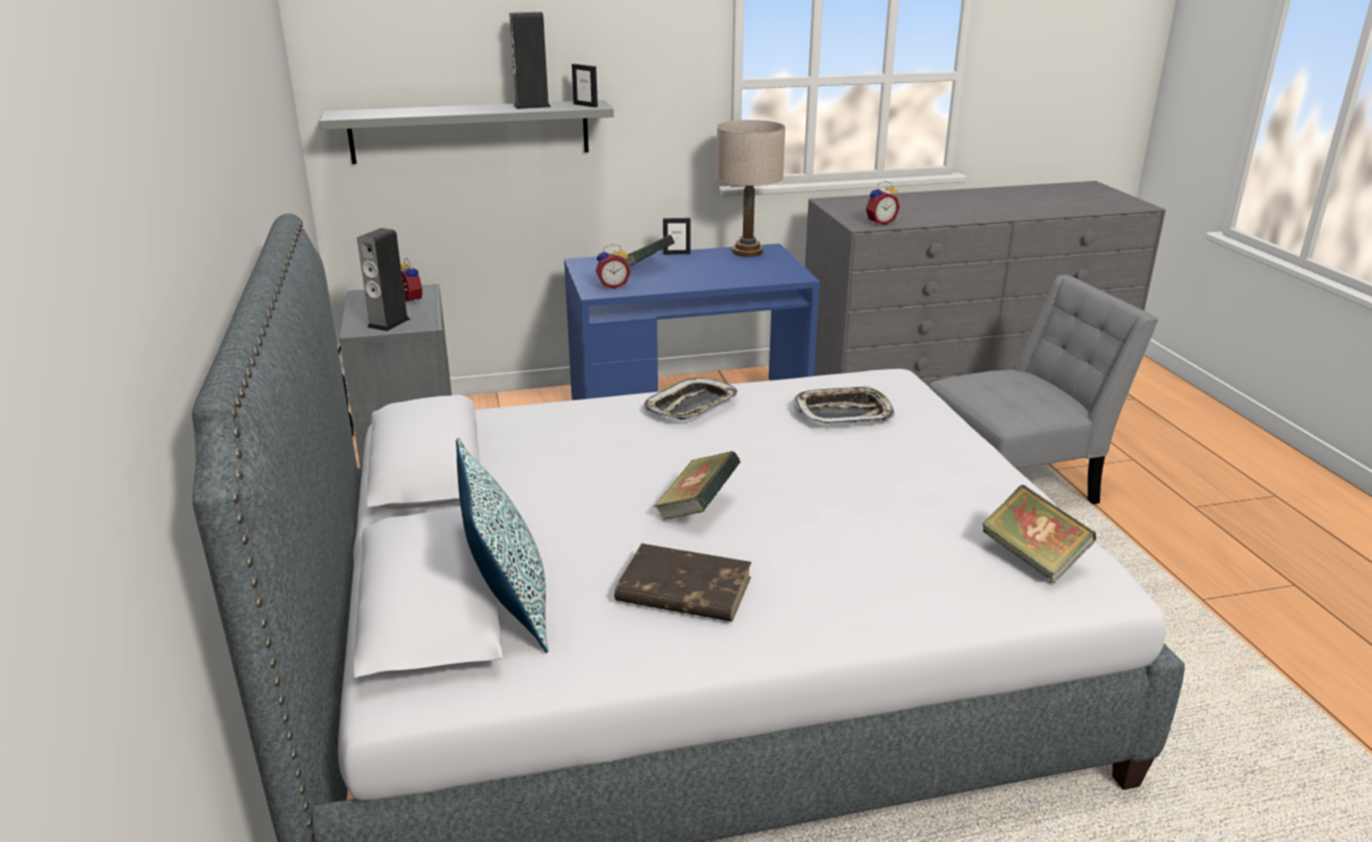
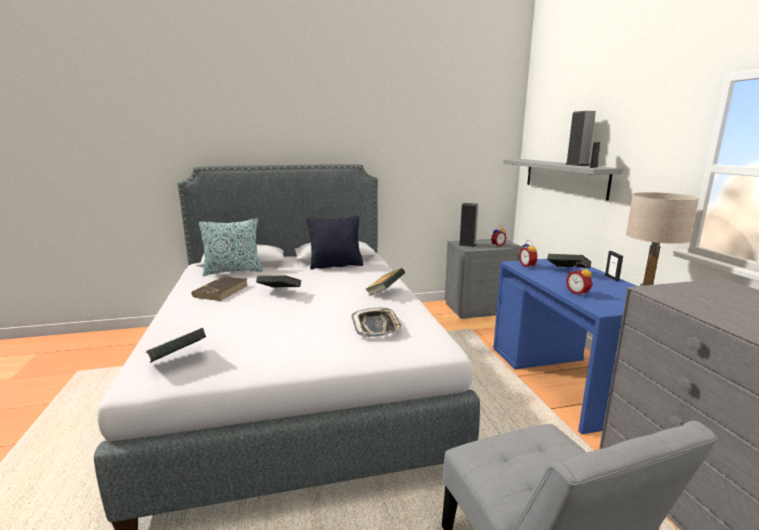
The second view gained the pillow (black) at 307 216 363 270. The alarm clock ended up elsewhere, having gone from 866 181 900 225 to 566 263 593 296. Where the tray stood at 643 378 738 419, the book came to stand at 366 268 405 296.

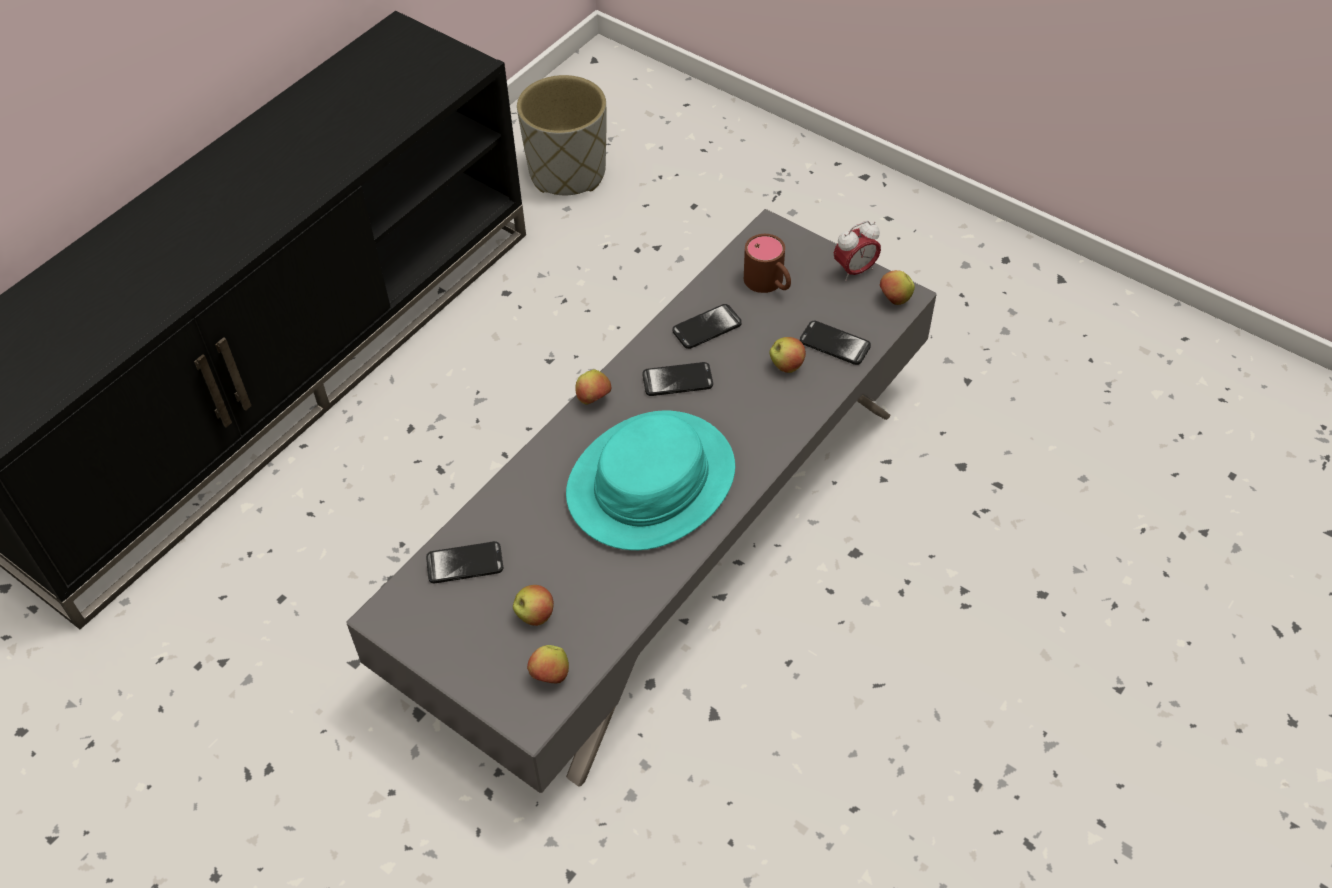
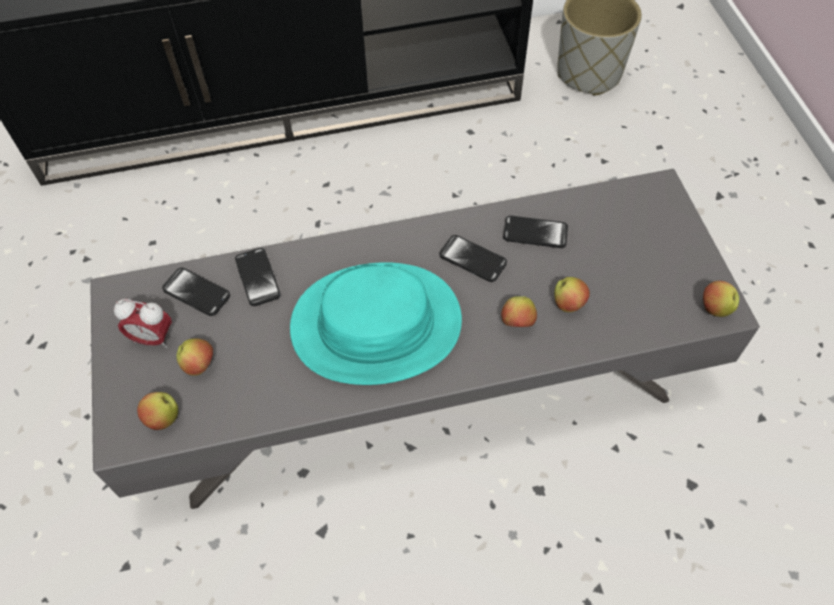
The second view lost the mug (brown) at 744 234 791 293. The apple ended up elsewhere, having gone from 575 369 611 405 to 501 296 537 327. The phone ended up elsewhere, having gone from 800 321 871 365 to 235 248 281 306. The alarm clock ended up elsewhere, having gone from 834 221 881 281 to 114 299 172 348.

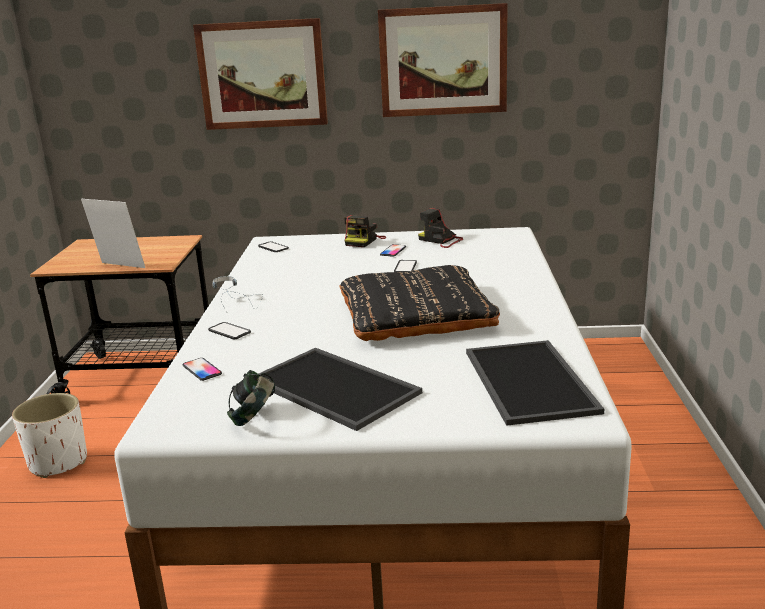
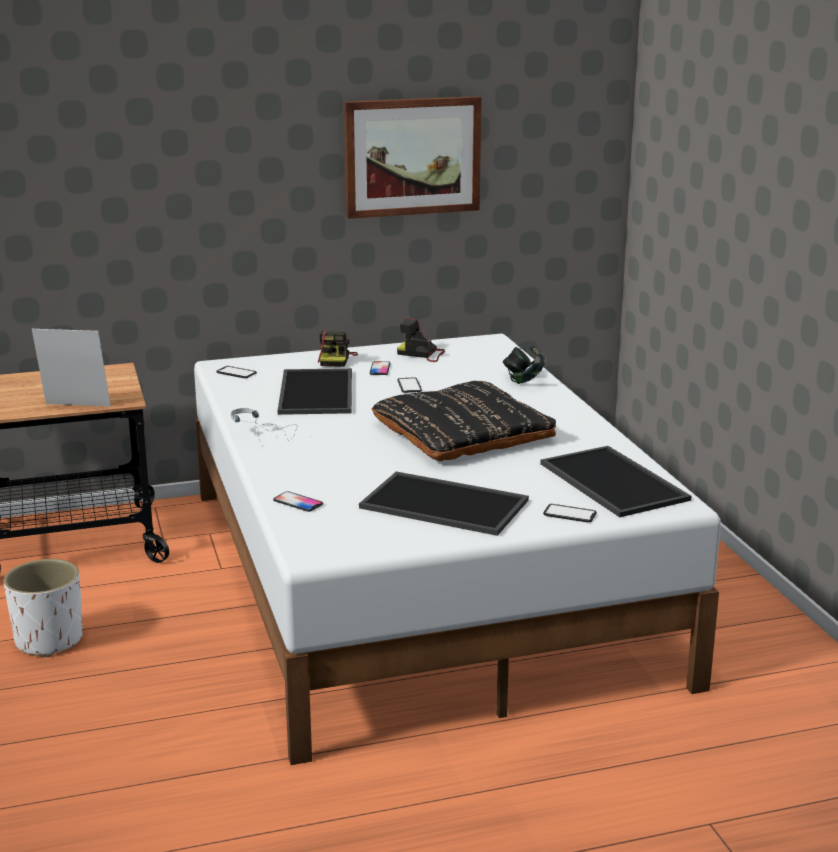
The second view lost the picture at 193 18 328 130. The second view gained the tray at 278 368 352 415. The phone ended up elsewhere, having gone from 208 322 251 339 to 543 504 597 522. The headphones ended up elsewhere, having gone from 227 370 275 426 to 503 346 546 384.

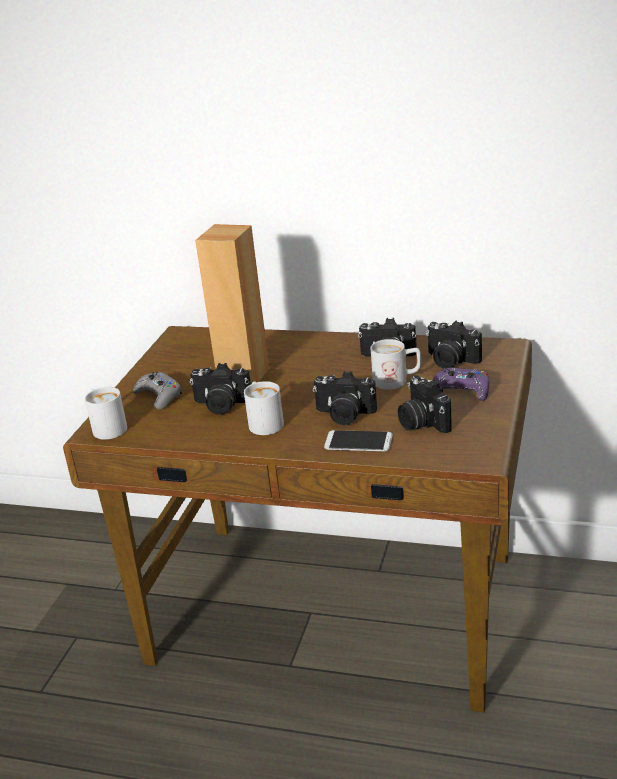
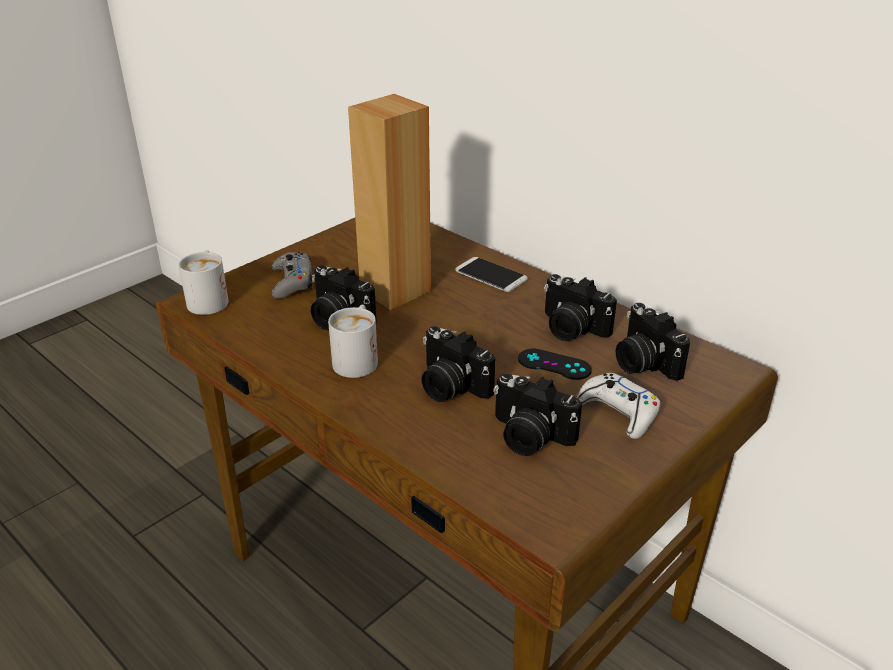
The phone ended up elsewhere, having gone from 324 430 393 451 to 455 257 528 292. Where the mug (white) stood at 371 339 421 390, the game controller (black) came to stand at 518 349 592 380. What was the game controller (purple) at 433 368 489 401 turned into the game controller (white) at 576 373 660 439. The photo camera at 398 375 452 433 ended up facing another way, 60 degrees counterclockwise from before.

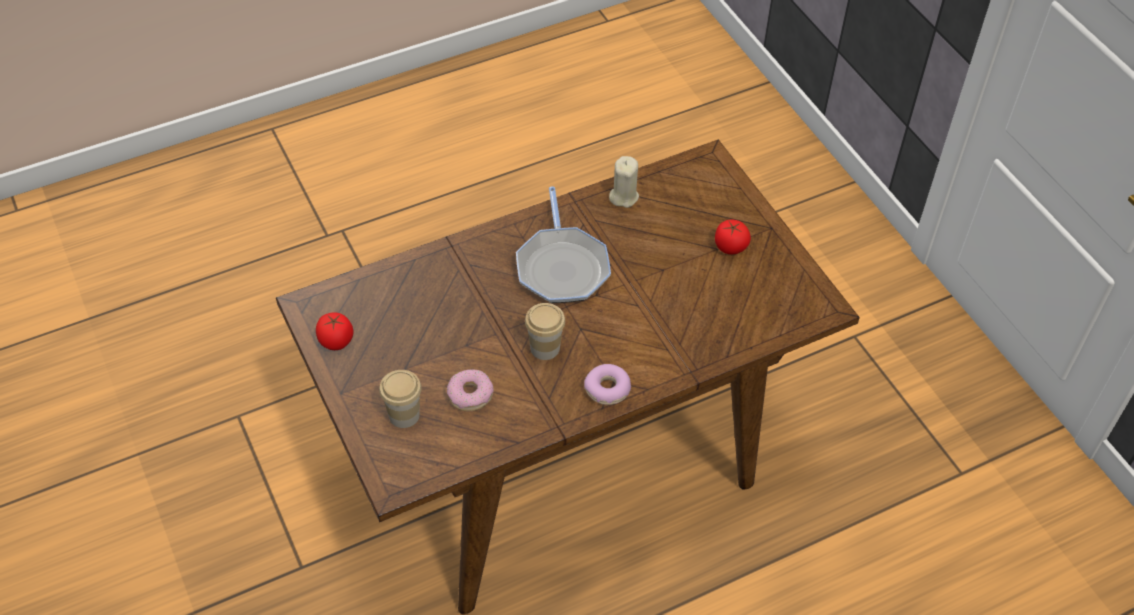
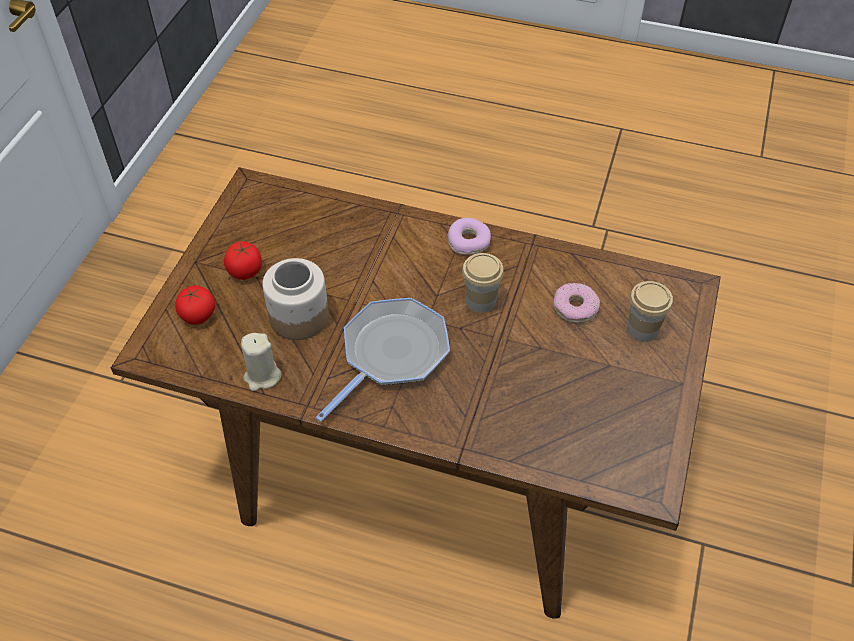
The second view gained the jar at 262 258 329 340. The tomato ended up elsewhere, having gone from 316 313 353 350 to 175 286 215 325.

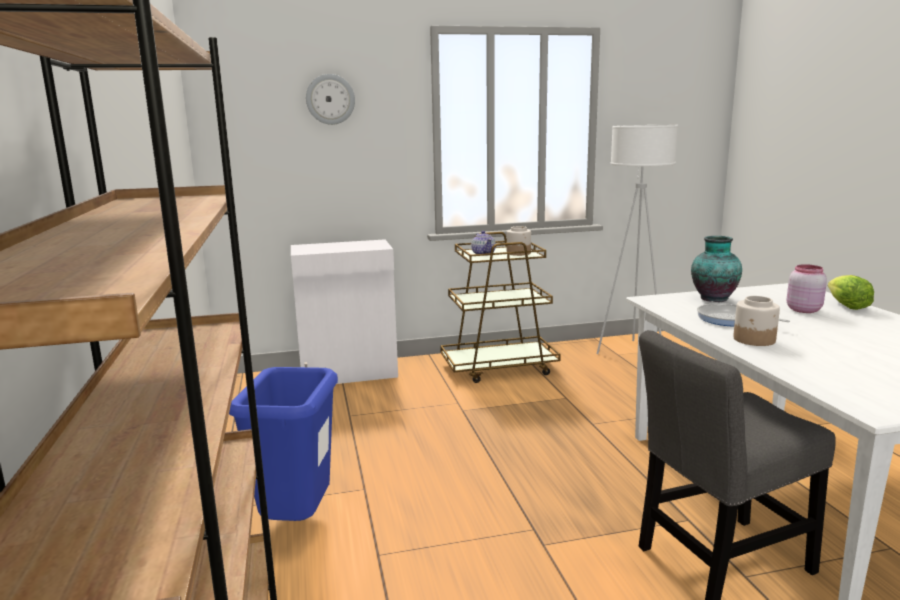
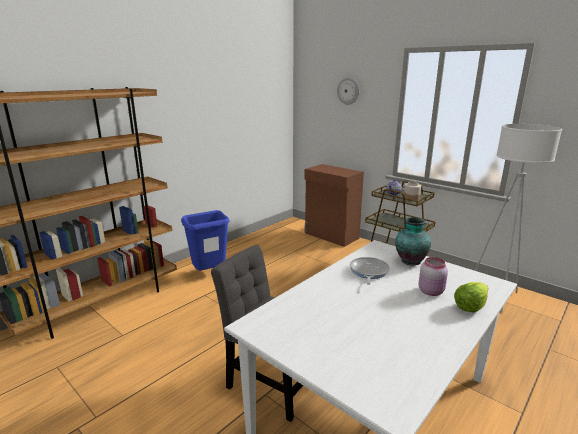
The second view lost the jar at 733 296 780 346. What was the cabinet (white) at 291 239 398 384 turned into the cabinet (brown) at 304 164 364 247.

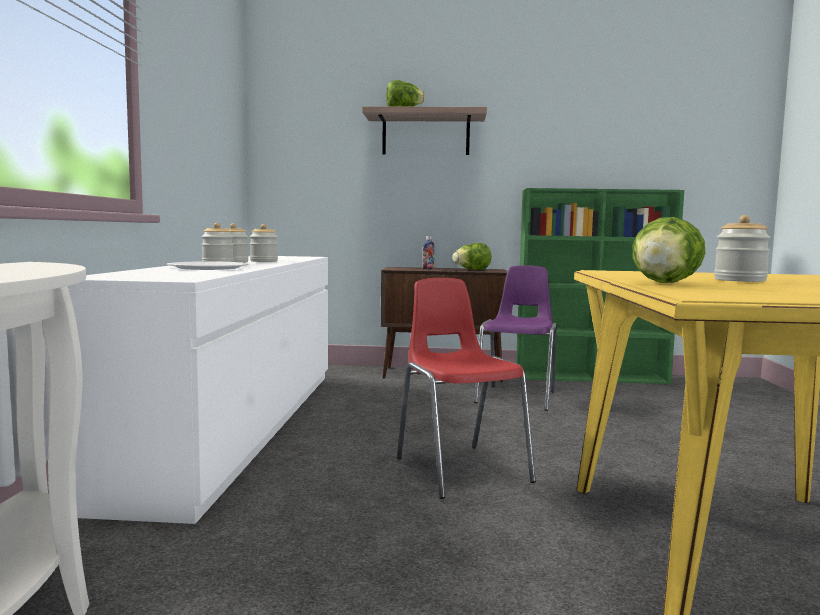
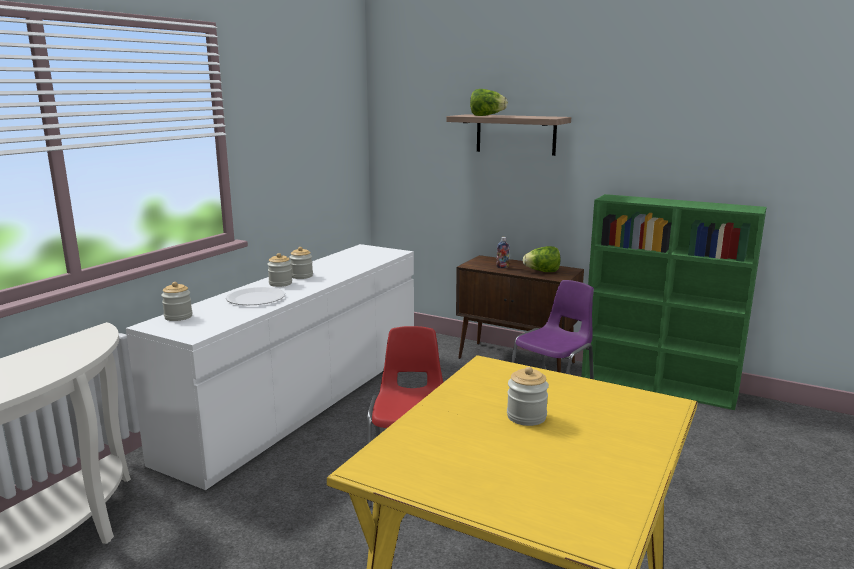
The second view lost the lettuce at 632 217 705 283. The jar ended up elsewhere, having gone from 250 224 278 262 to 161 282 193 321.

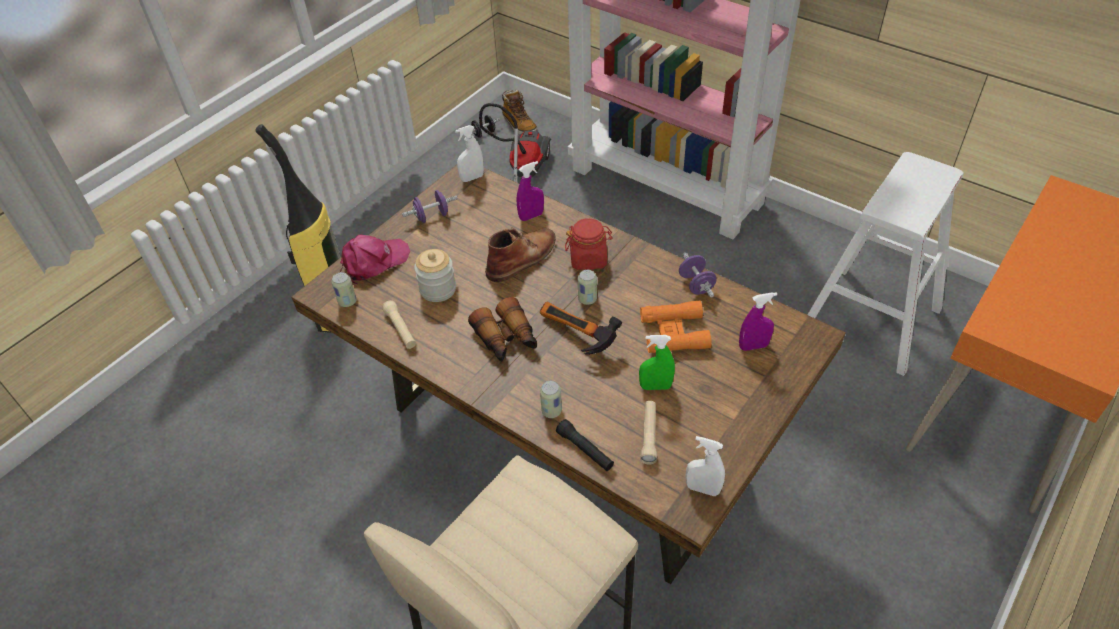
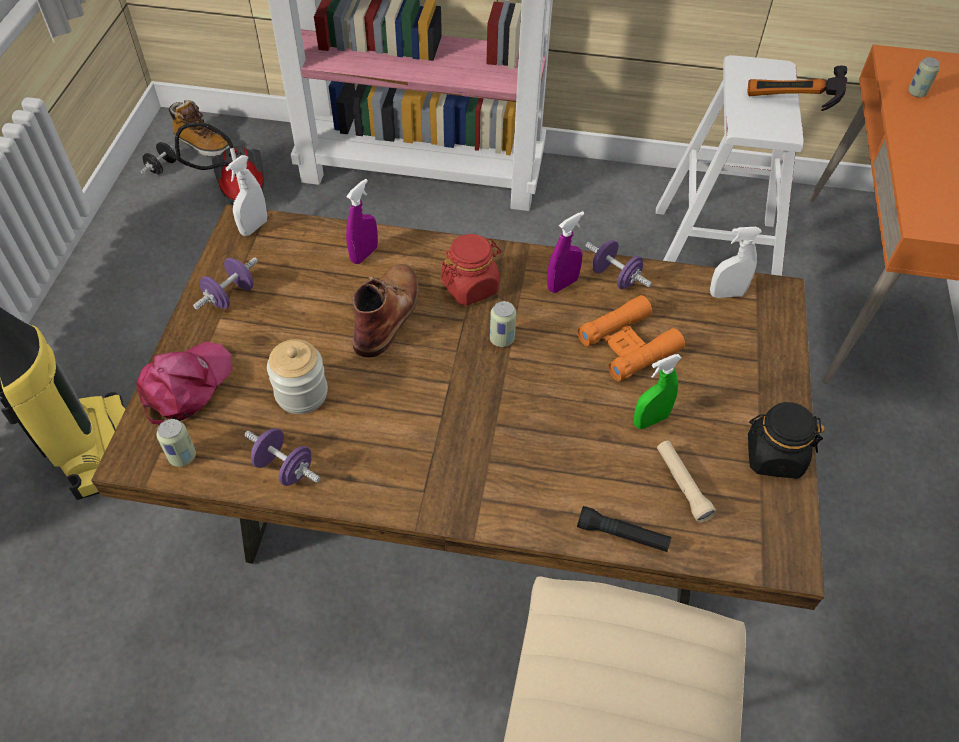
The second view lost the binoculars at 468 297 537 362. The second view gained the jar (black) at 748 402 825 479. The hammer ended up elsewhere, having gone from 540 302 622 355 to 748 66 847 111. The can ended up elsewhere, having gone from 540 381 562 418 to 908 57 940 97. The spray bottle (white) ended up elsewhere, having gone from 685 436 725 496 to 710 227 762 298. The spray bottle (purple) ended up elsewhere, having gone from 739 292 777 351 to 547 211 584 293. Where the flashlight (beige) stood at 382 300 416 349, the dumbbell (purple) came to stand at 245 428 320 486.

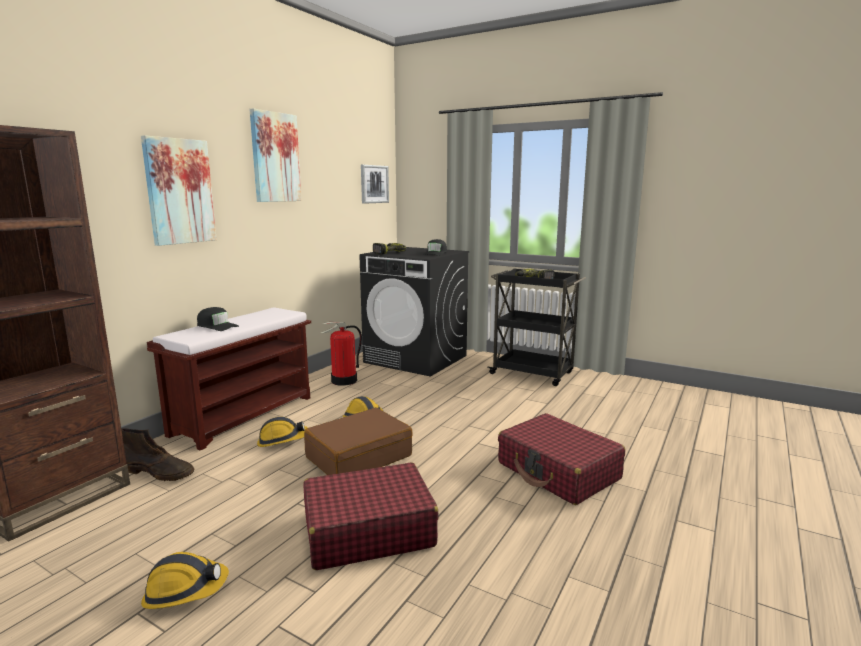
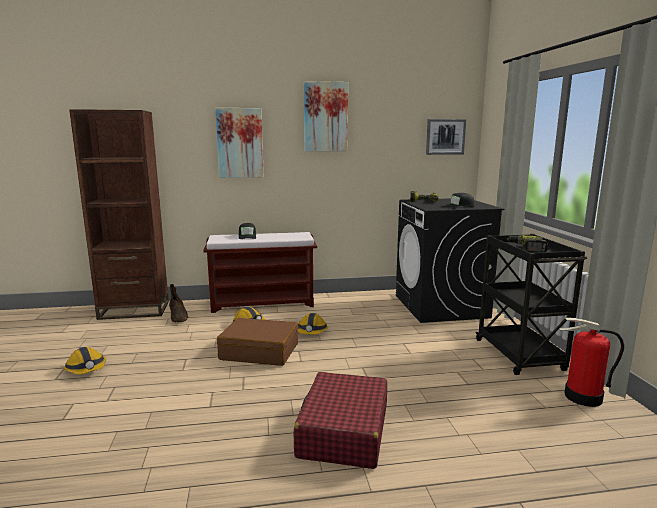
The second view lost the suitcase (red) at 303 462 439 570. The fire extinguisher ended up elsewhere, having gone from 320 322 362 386 to 559 318 624 407.

